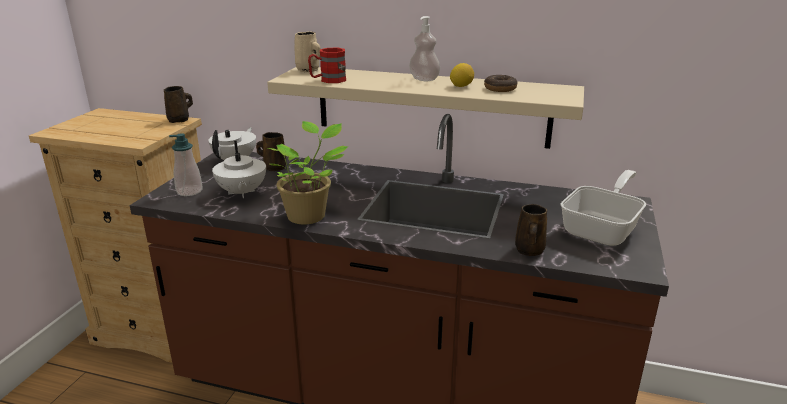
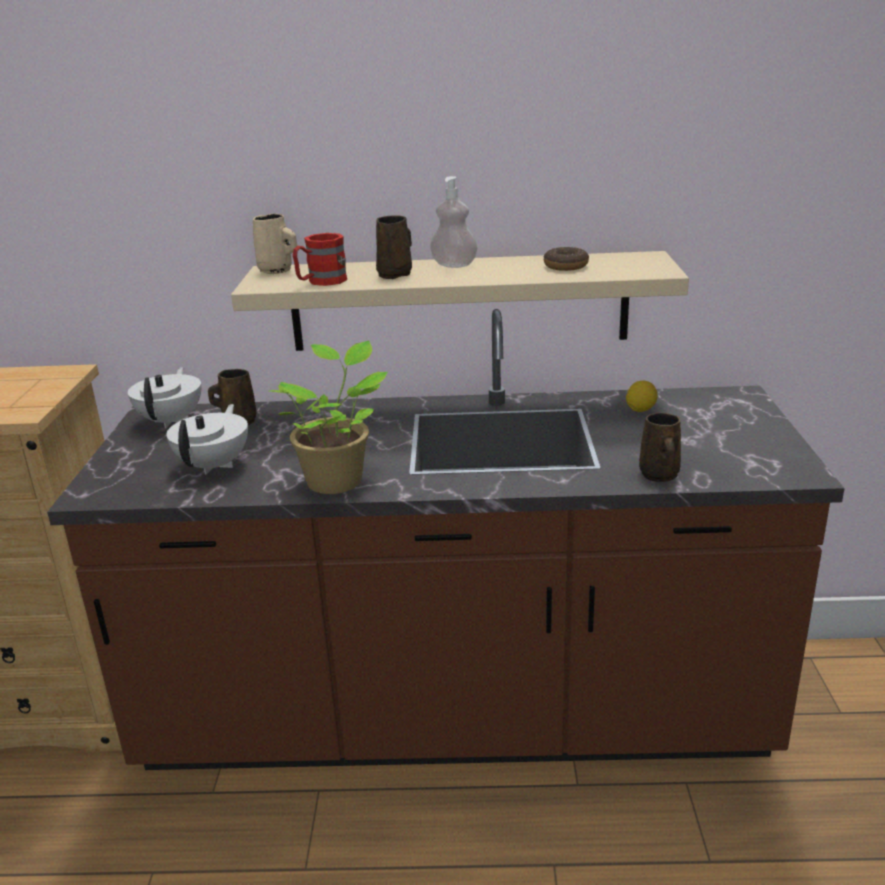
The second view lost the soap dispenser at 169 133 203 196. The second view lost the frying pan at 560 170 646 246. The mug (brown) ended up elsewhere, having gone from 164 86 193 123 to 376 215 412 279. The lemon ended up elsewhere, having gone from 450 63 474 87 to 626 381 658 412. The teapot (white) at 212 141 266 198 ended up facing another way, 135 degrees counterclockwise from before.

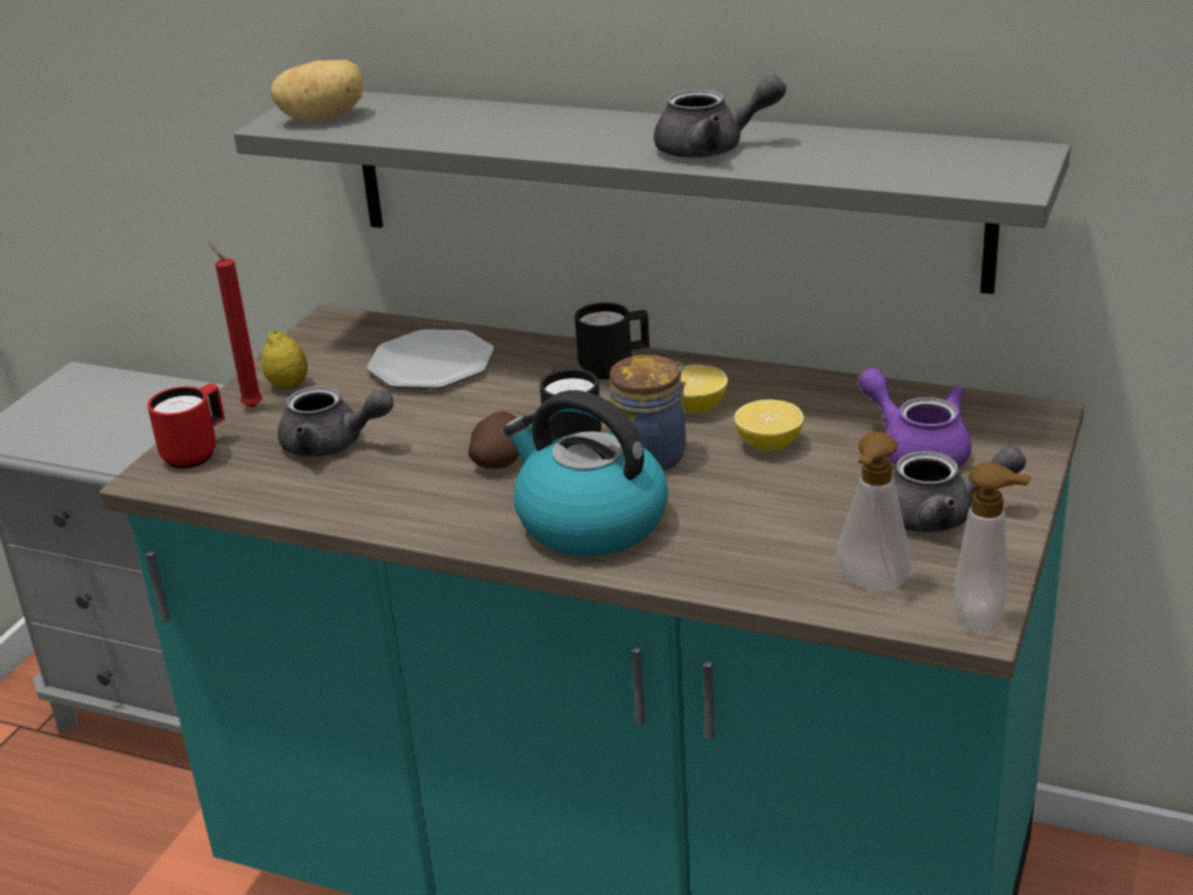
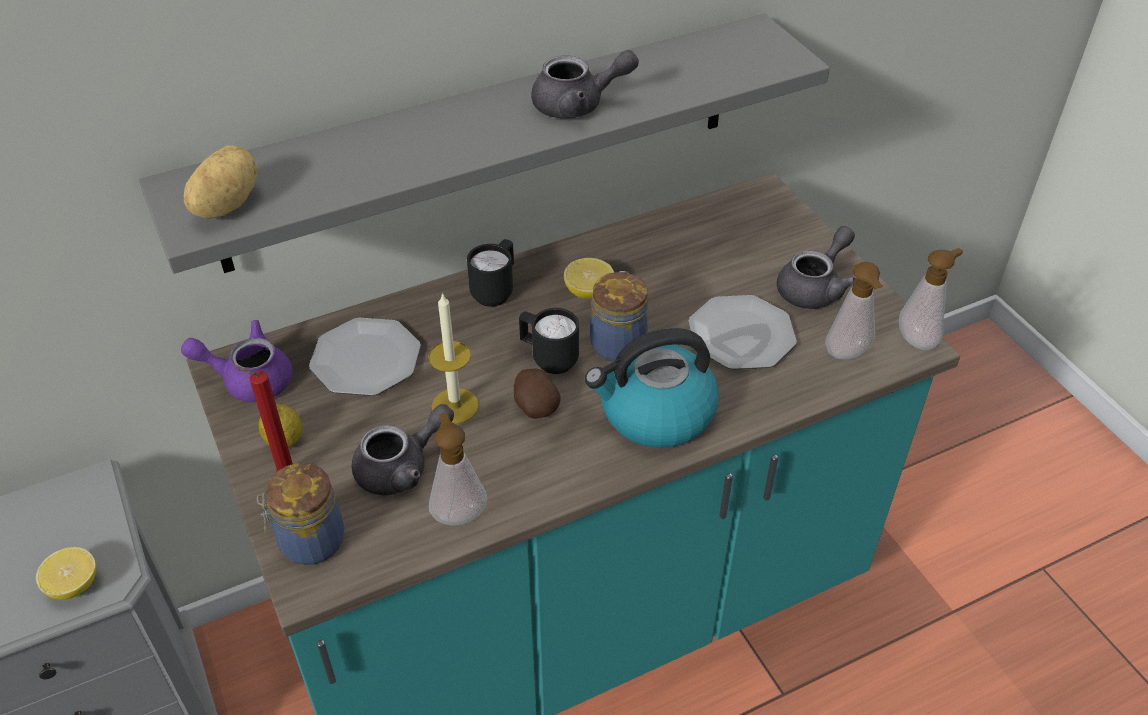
The second view gained the candle at 428 292 479 424. The second view gained the soap dispenser at 429 412 487 526. The second view gained the plate at 689 295 797 370. The lemon ended up elsewhere, having gone from 734 400 804 451 to 36 547 96 600. The teapot (purple) ended up elsewhere, having gone from 858 368 972 467 to 181 320 293 402. Where the mug (red) stood at 147 383 225 469, the jar came to stand at 257 463 344 565. The teapot (grey) at 654 75 786 158 ended up facing another way, 45 degrees clockwise from before.

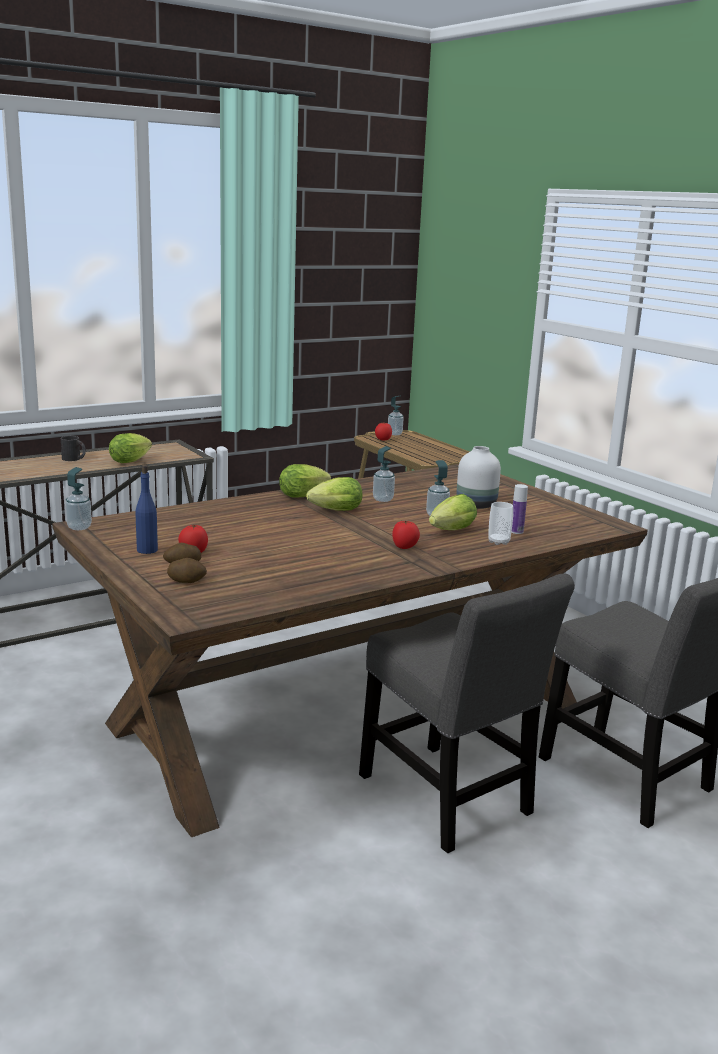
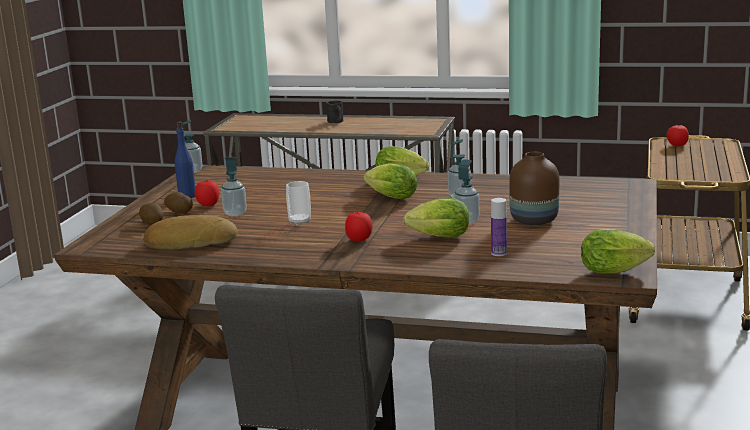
The second view gained the bread at 143 215 238 249. The lettuce ended up elsewhere, having gone from 109 433 152 463 to 581 229 655 274. The soap dispenser ended up elsewhere, having gone from 388 395 404 435 to 221 157 247 216. The cup ended up elsewhere, having gone from 488 502 513 545 to 286 181 311 225. What was the vase (white) at 457 446 501 509 turned into the vase (brown) at 509 152 559 225.

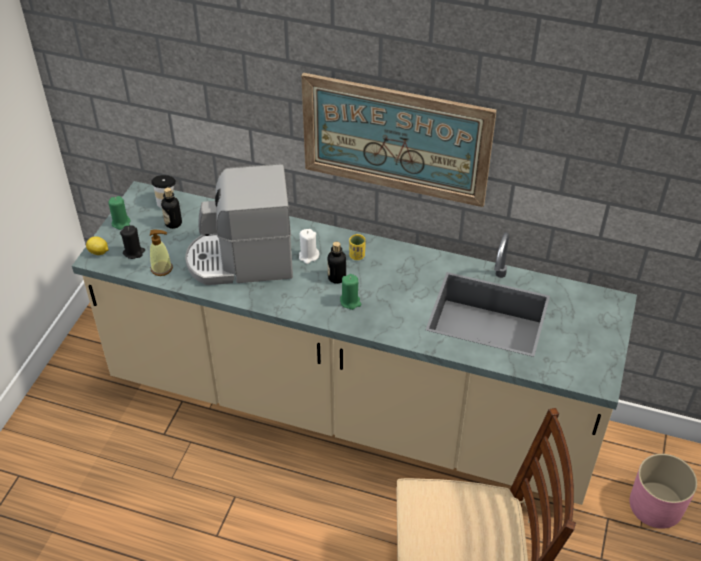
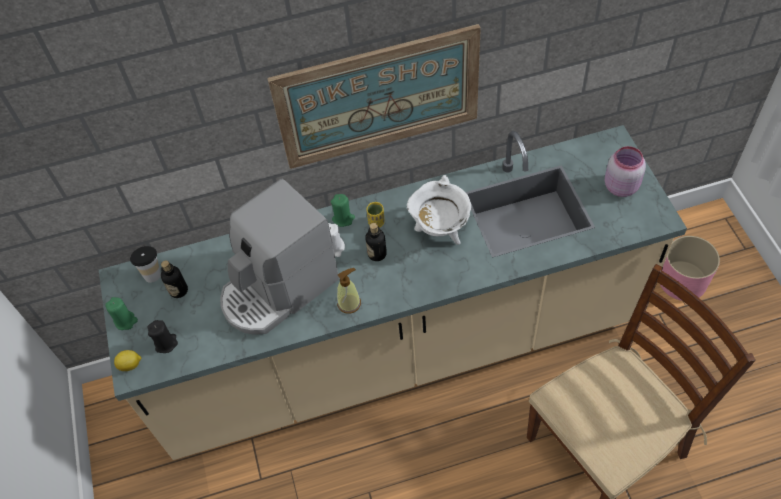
The second view gained the cooking pot (white) at 407 175 471 245. The second view gained the jar (pink) at 605 146 646 197. The soap dispenser ended up elsewhere, having gone from 150 230 173 276 to 337 268 361 314. The candle (green) ended up elsewhere, having gone from 340 274 362 310 to 331 194 355 227.

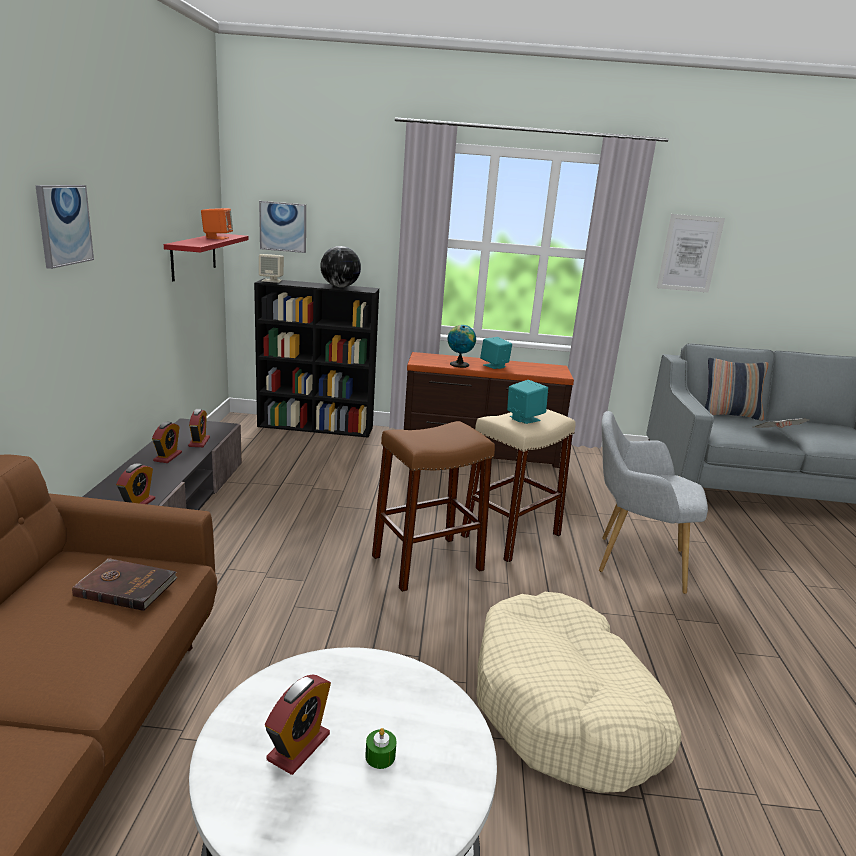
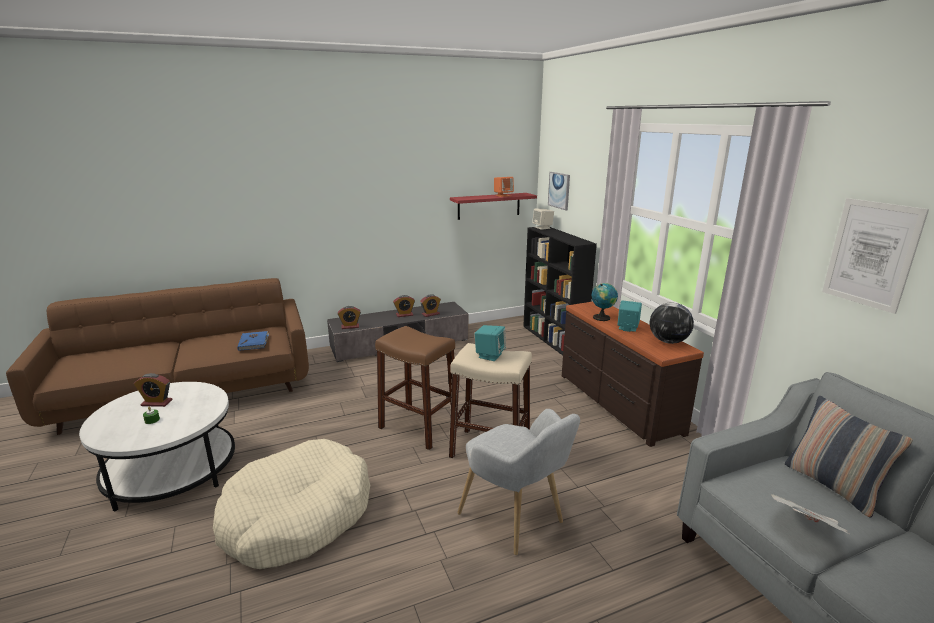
The second view lost the picture at 35 185 94 269. The globe ended up elsewhere, having gone from 320 246 361 287 to 650 302 694 344. What was the book (brown) at 72 558 177 611 turned into the book (blue) at 237 331 270 351. The armchair (grey) at 599 411 708 594 ended up facing another way, 150 degrees clockwise from before.

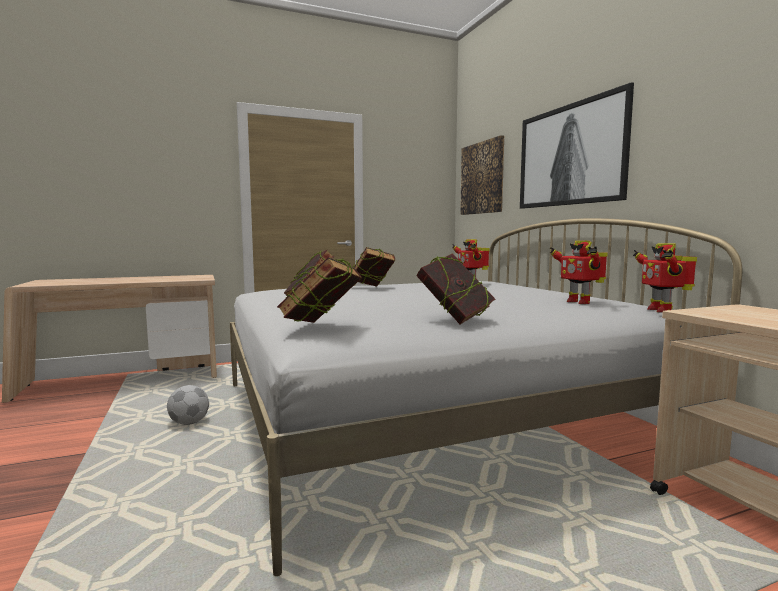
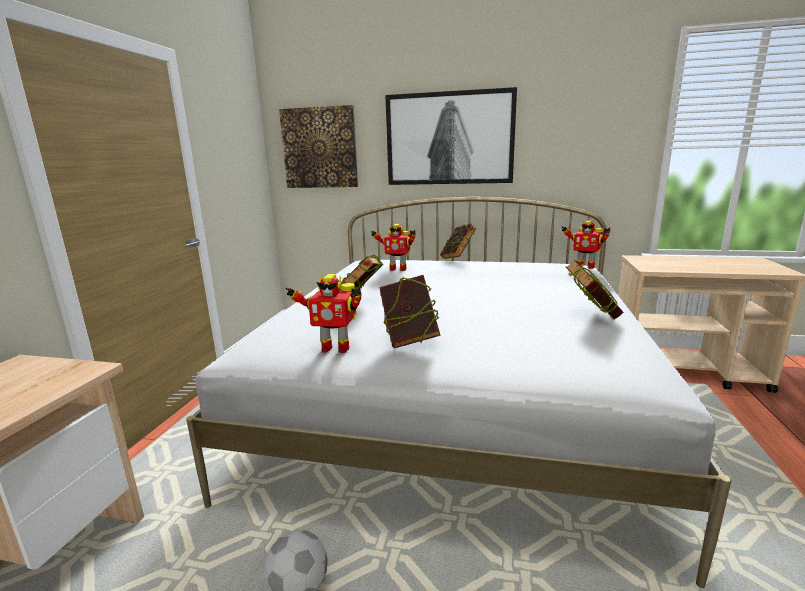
The book ended up elsewhere, having gone from 277 257 362 323 to 440 224 476 259. The toy robot ended up elsewhere, having gone from 550 241 608 304 to 285 274 362 353.

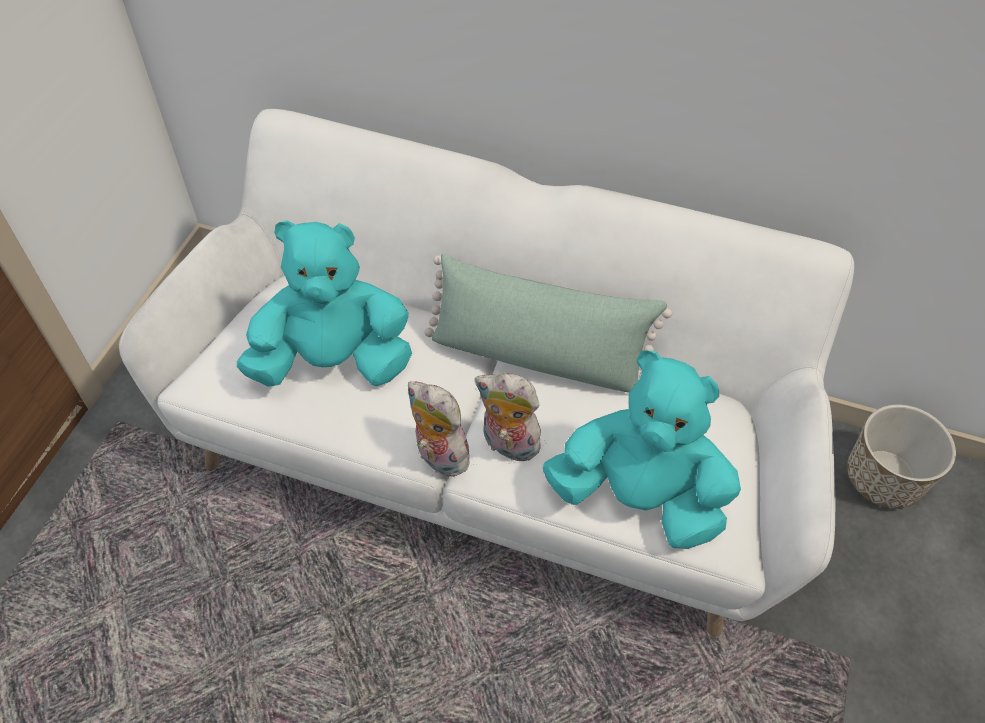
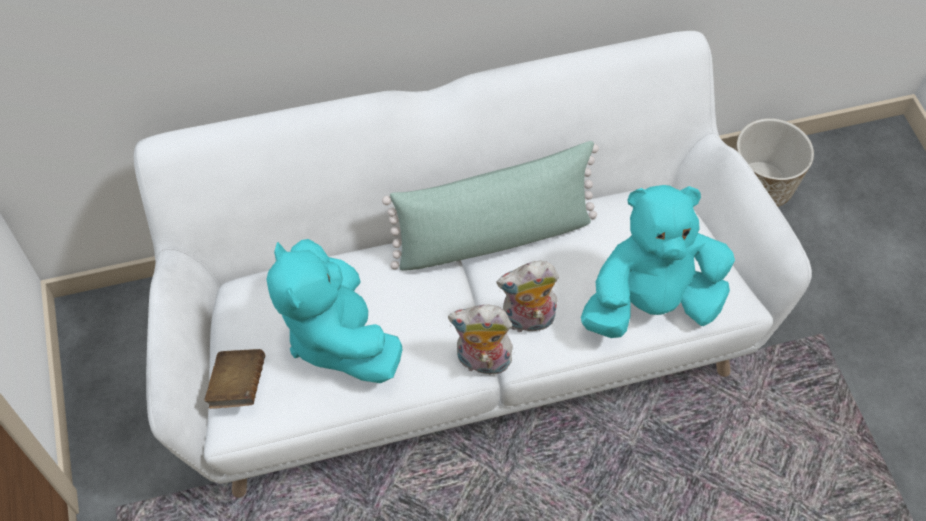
The second view gained the book (brown) at 204 349 265 409. The plush toy (turquoise) at 237 220 412 386 ended up facing another way, 75 degrees counterclockwise from before.

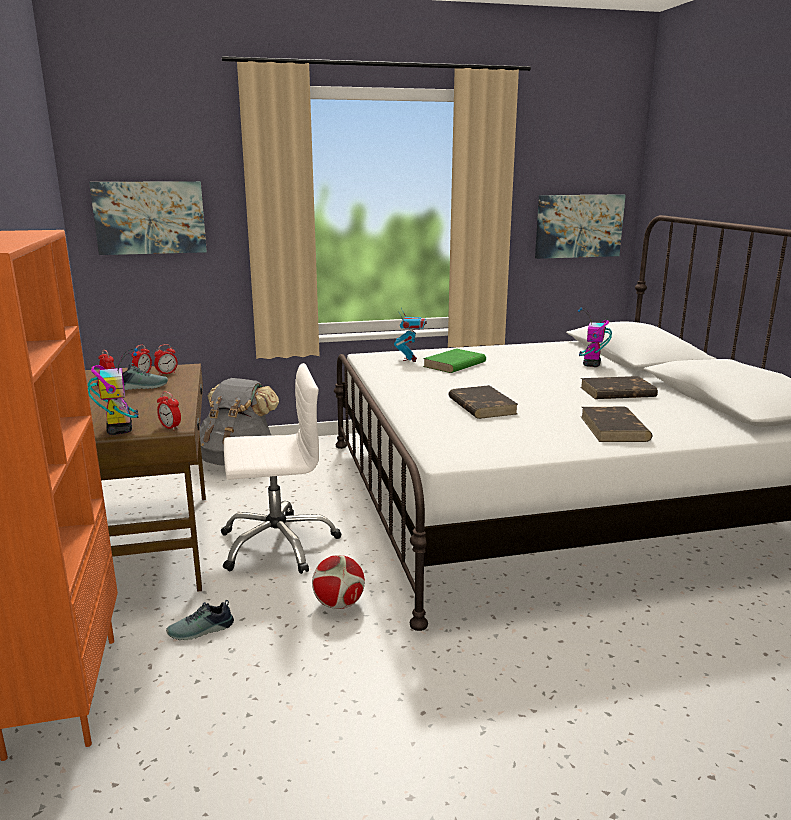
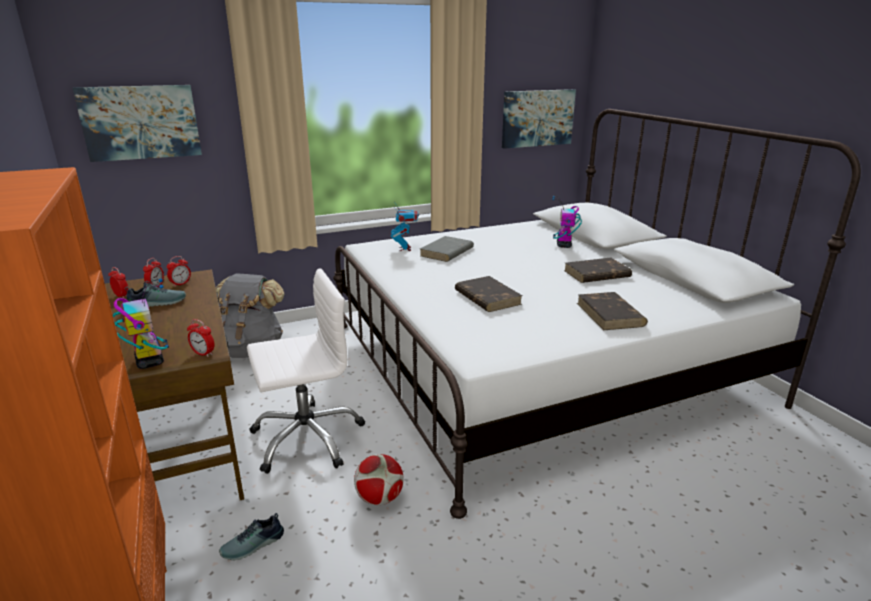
What was the book (green) at 423 348 486 373 turned into the book (grey) at 420 236 474 262.

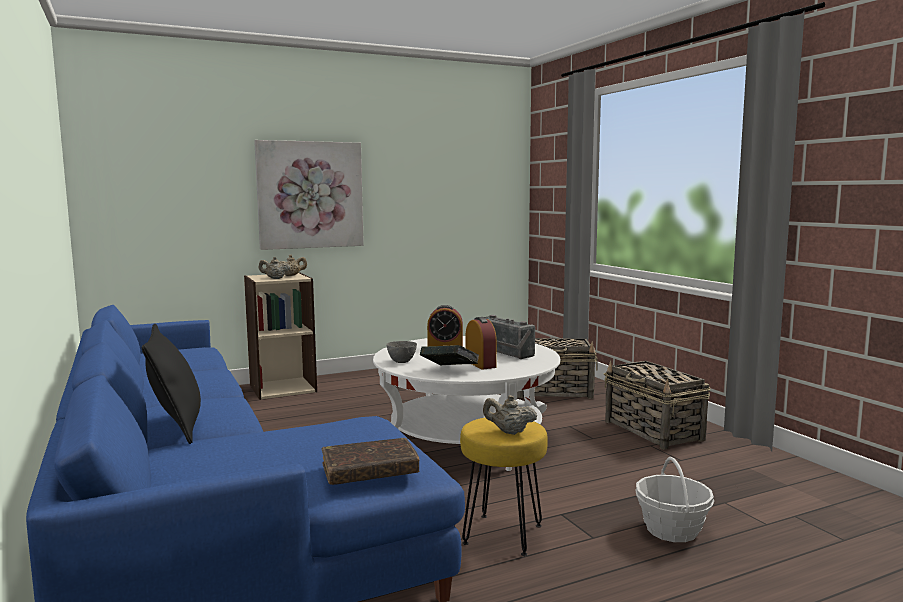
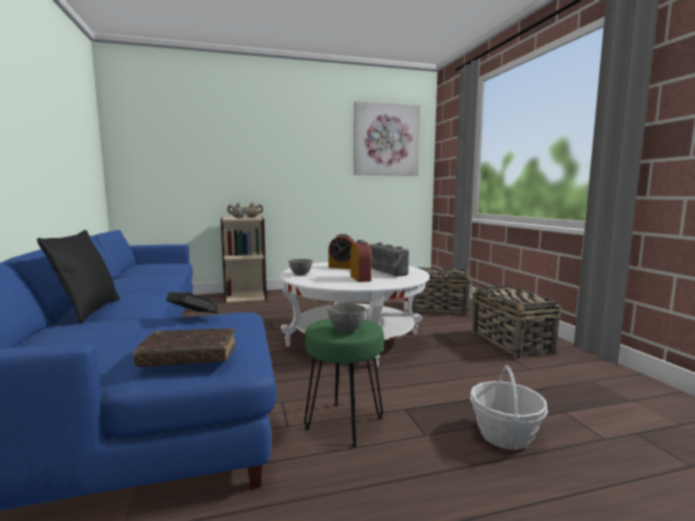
The picture ended up elsewhere, having gone from 254 140 364 250 to 354 101 421 176. The book ended up elsewhere, having gone from 420 345 479 365 to 166 292 221 313. Where the teapot (beige) stood at 483 395 537 435, the bowl (grey) came to stand at 327 304 366 333. What was the stool (yellow) at 460 417 548 556 turned into the stool (green) at 304 319 384 447.

